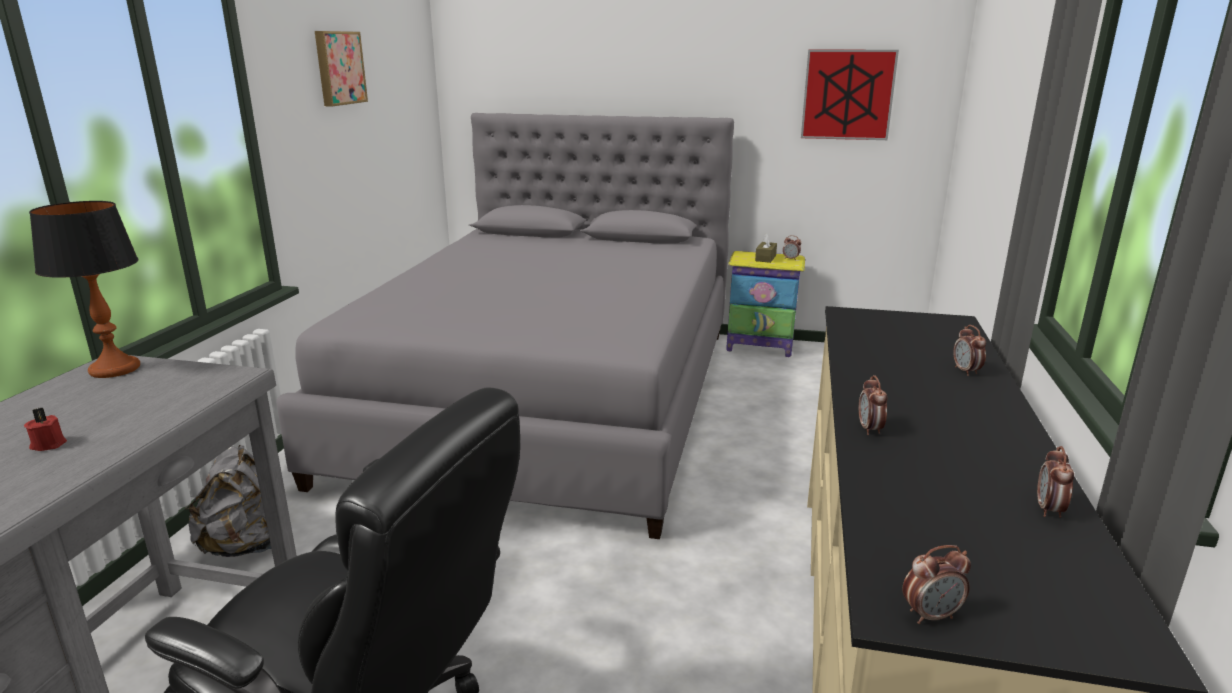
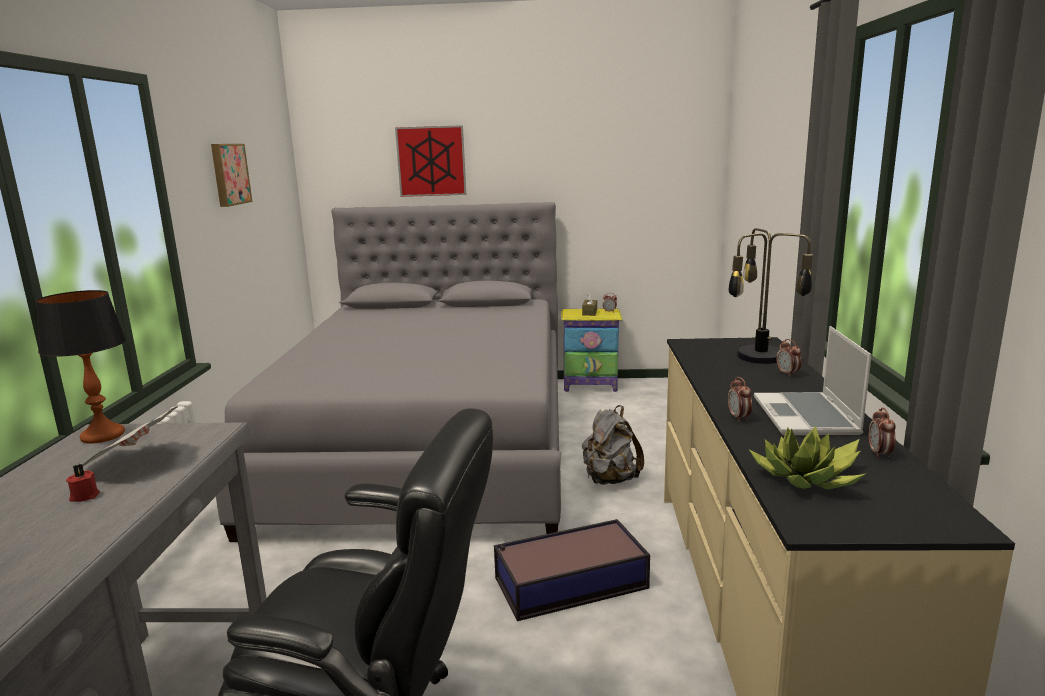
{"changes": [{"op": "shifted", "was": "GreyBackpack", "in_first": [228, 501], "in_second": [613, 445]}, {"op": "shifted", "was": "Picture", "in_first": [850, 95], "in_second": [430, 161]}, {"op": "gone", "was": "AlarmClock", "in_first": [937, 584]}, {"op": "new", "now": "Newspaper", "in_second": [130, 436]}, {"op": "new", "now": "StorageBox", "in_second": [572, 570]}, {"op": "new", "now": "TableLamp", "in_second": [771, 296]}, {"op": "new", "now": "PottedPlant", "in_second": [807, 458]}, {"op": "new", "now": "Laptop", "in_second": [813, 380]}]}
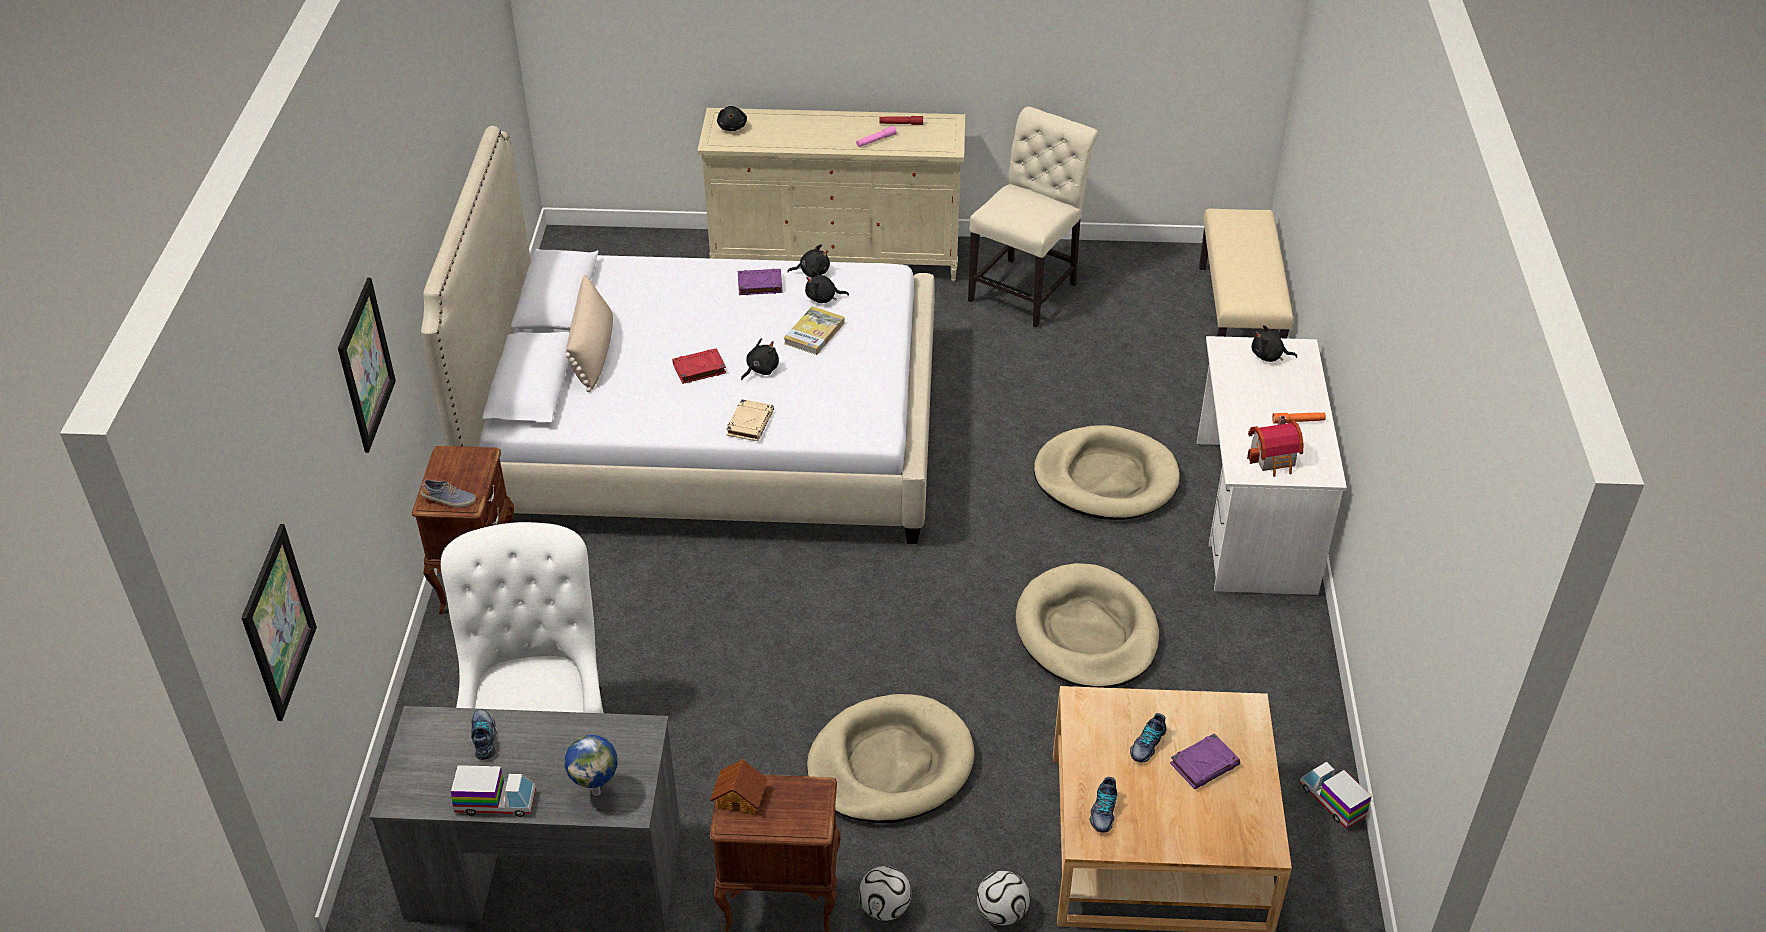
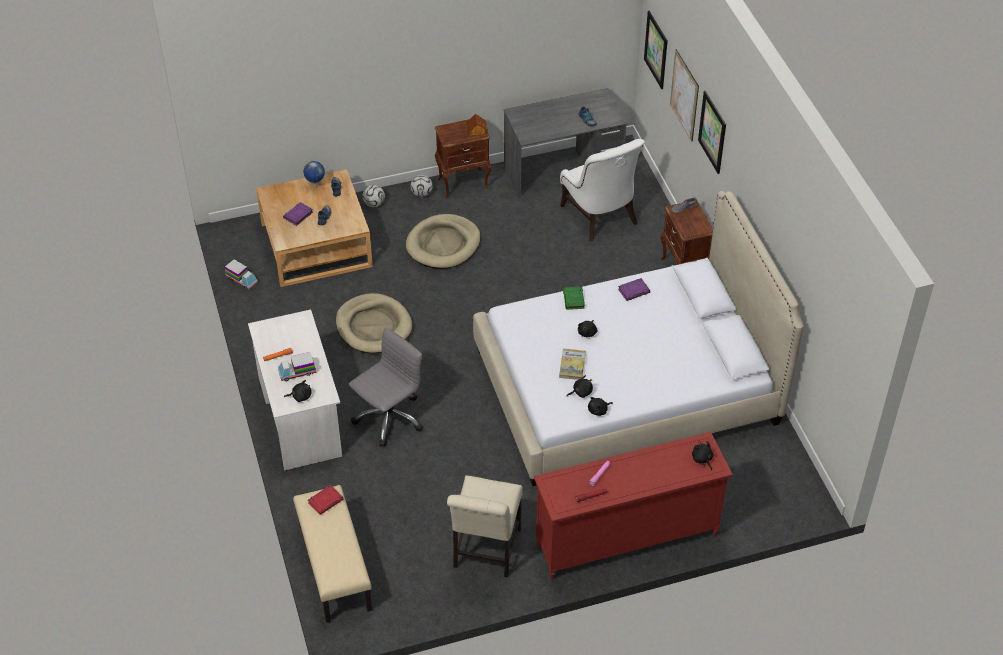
{"changes": [{"op": "shifted", "was": "ToyTruck", "in_first": [493, 791], "in_second": [297, 366]}, {"op": "gone", "was": "BeigePillow", "in_first": [589, 333]}, {"op": "shifted", "was": "Globe", "in_first": [591, 765], "in_second": [314, 174]}, {"op": "shifted", "was": "RedBook", "in_first": [699, 366], "in_second": [325, 500]}, {"op": "repainted", "was": "BeigeDresser", "now": "RedDresser", "in_first": [831, 194], "in_second": [633, 506]}, {"op": "repainted", "was": "BeigeBook", "now": "GreenBook", "in_first": [750, 420], "in_second": [574, 298]}, {"op": "shifted", "was": "PurpleBook", "in_first": [760, 282], "in_second": [634, 289]}, {"op": "swapped", "was": "BeigeDogBed", "now": "GreyOfficeChair", "in_first": [1107, 472], "in_second": [386, 387]}, {"op": "gone", "was": "ToyHouse", "in_first": [1275, 446]}, {"op": "new", "now": "Picture", "in_second": [684, 95]}]}
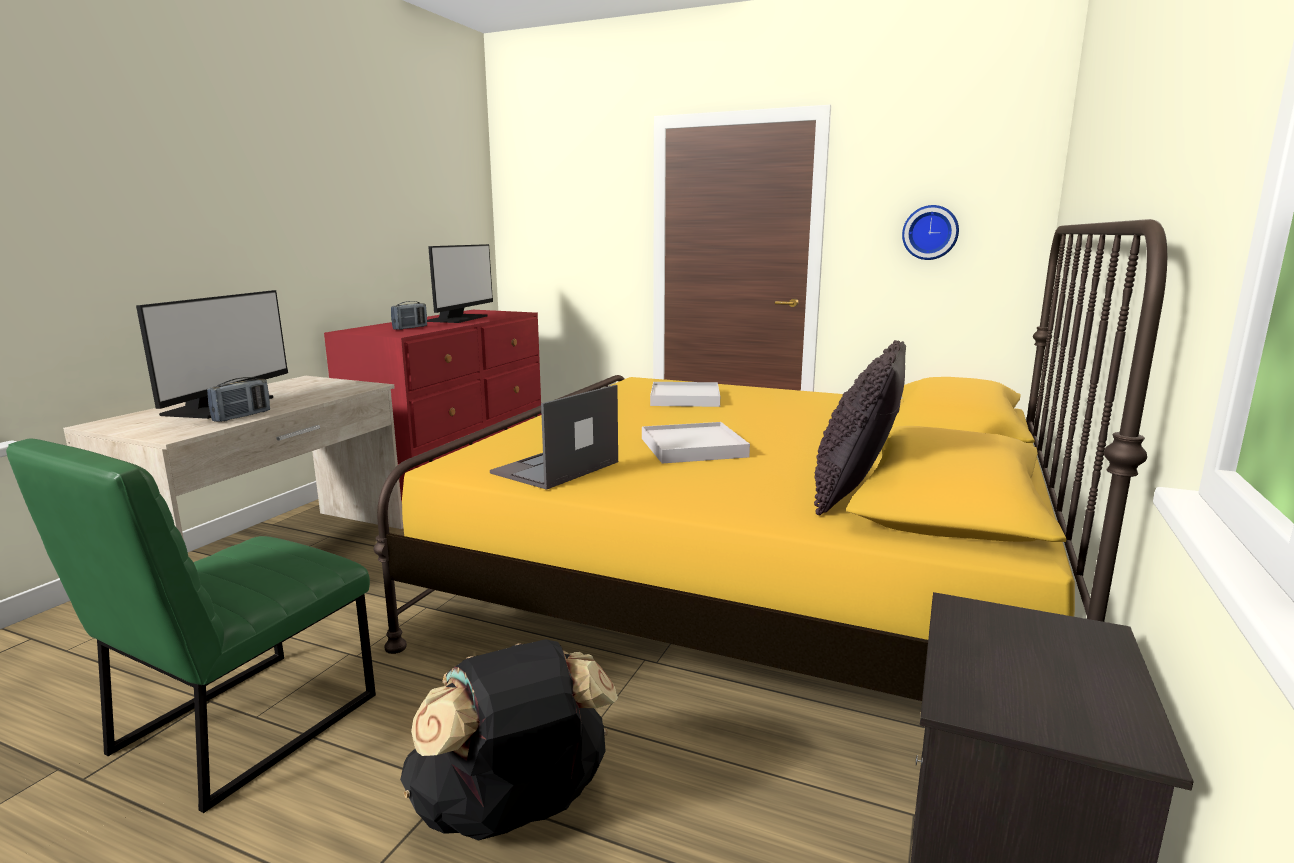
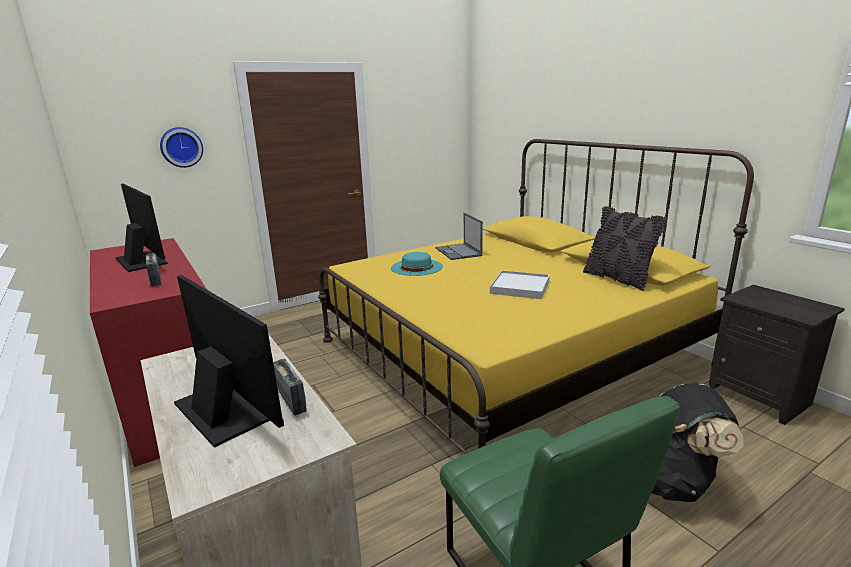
{"changes": [{"op": "shifted", "was": "Laptop", "in_first": [554, 437], "in_second": [459, 236]}, {"op": "swapped", "was": "WhiteTray", "now": "TurquoiseHat", "in_first": [685, 394], "in_second": [417, 264]}, {"op": "shifted", "was": "WallClock", "in_first": [930, 232], "in_second": [181, 147]}]}
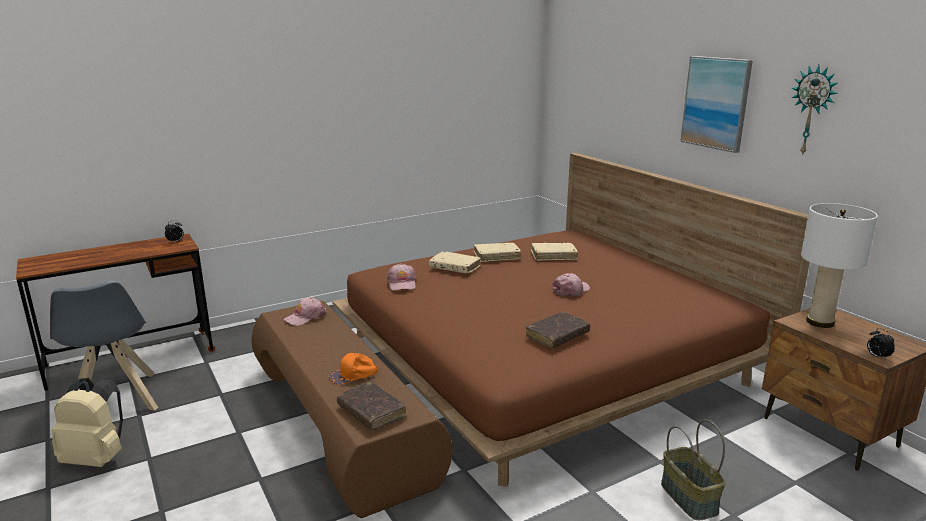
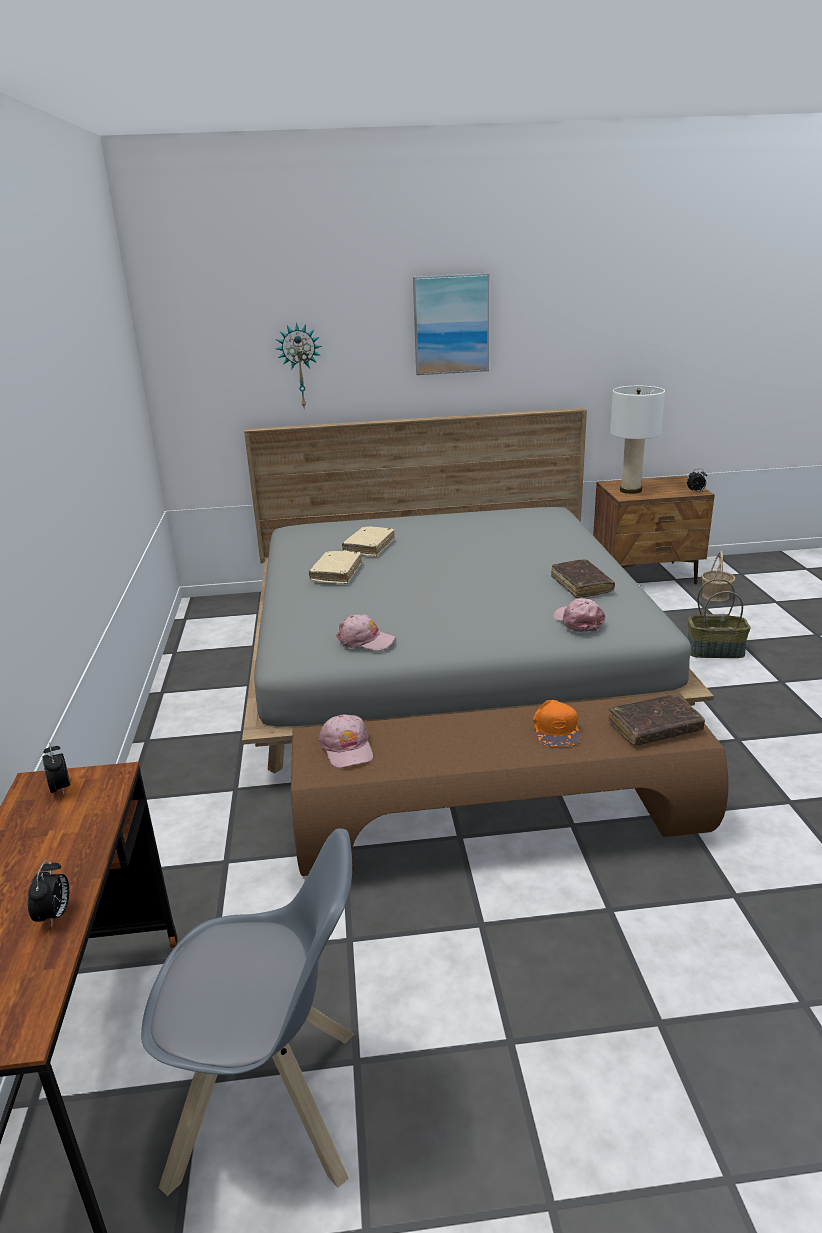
{"changes": [{"op": "gone", "was": "BeigeBackpack", "in_first": [87, 422]}, {"op": "repainted", "was": "BrownBed", "now": "GreyBed", "in_first": [571, 320], "in_second": [478, 590]}, {"op": "gone", "was": "BeigeBook", "in_first": [455, 262]}, {"op": "shifted", "was": "PinkCap", "in_first": [571, 284], "in_second": [579, 615]}, {"op": "shifted", "was": "WallClock", "in_first": [814, 110], "in_second": [299, 365]}, {"op": "new", "now": "AlarmClock", "in_second": [48, 894]}, {"op": "new", "now": "Basket", "in_second": [718, 576]}]}
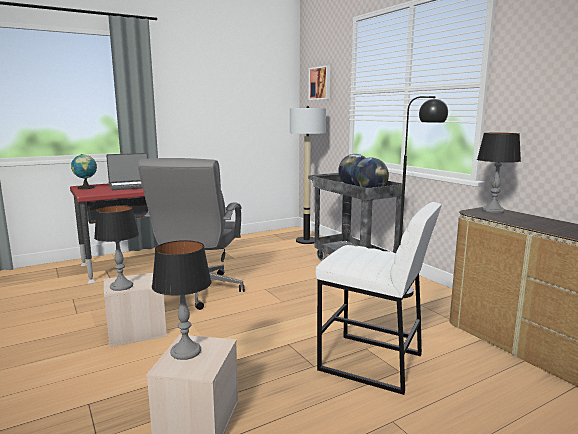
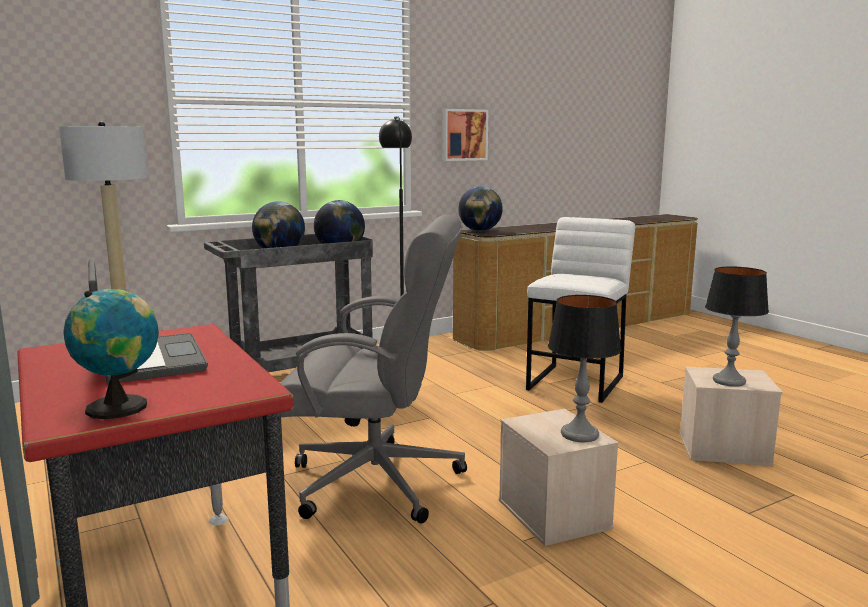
{"changes": [{"op": "shifted", "was": "Picture", "in_first": [319, 82], "in_second": [465, 135]}, {"op": "swapped", "was": "TableLamp", "now": "Globe", "in_first": [499, 173], "in_second": [480, 208]}]}
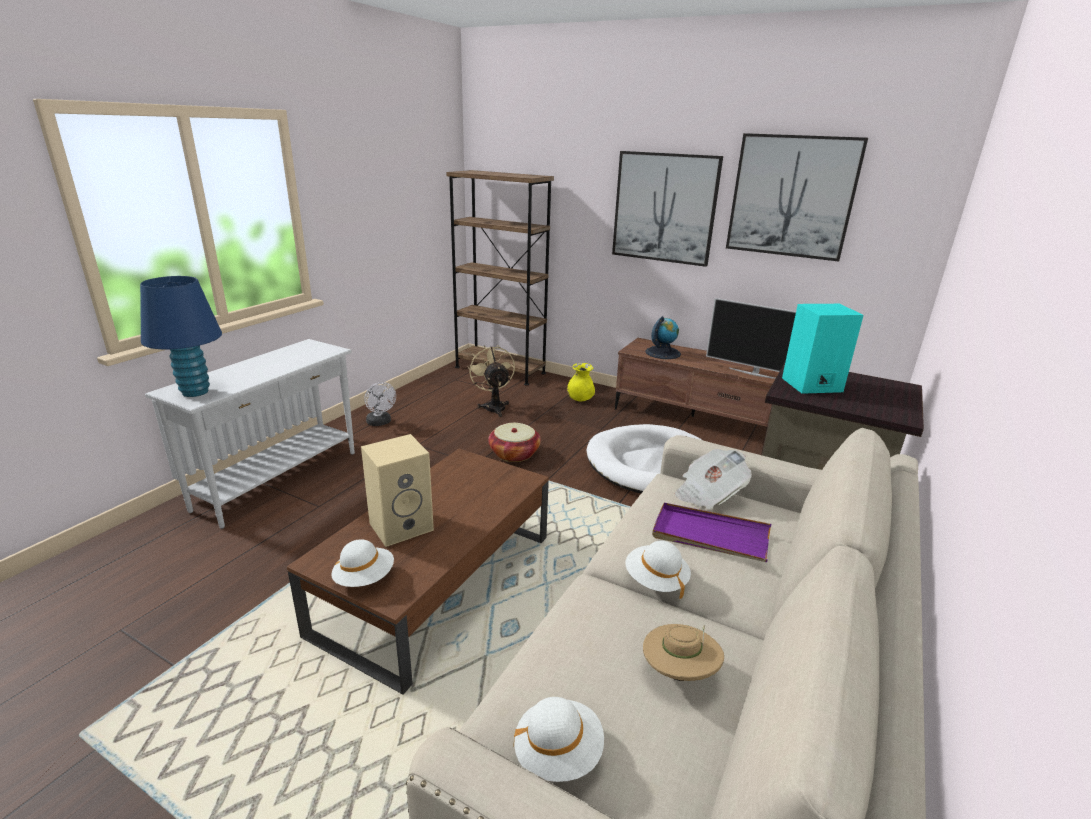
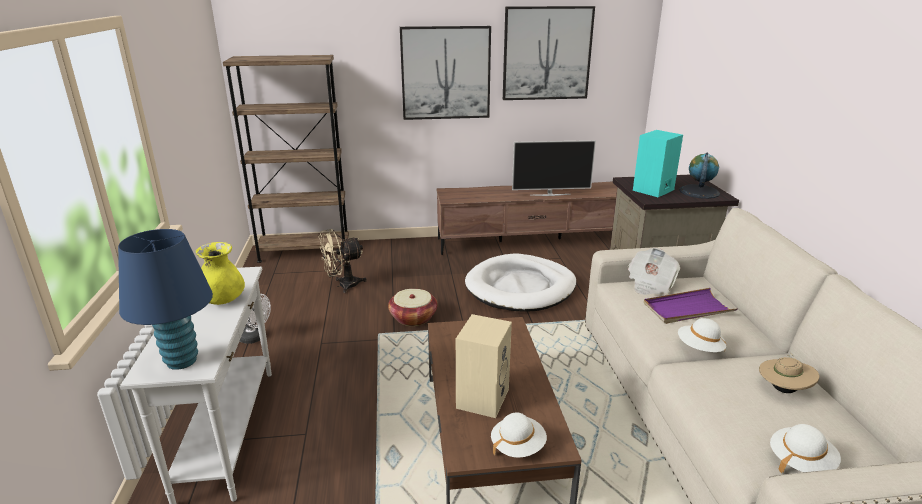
{"changes": [{"op": "rotated", "was": "BeigeFan", "in_first": [491, 381], "in_second": [343, 261], "clockwise": -60}, {"op": "shifted", "was": "YellowVase", "in_first": [581, 382], "in_second": [220, 273]}, {"op": "shifted", "was": "Globe", "in_first": [663, 337], "in_second": [699, 175]}]}
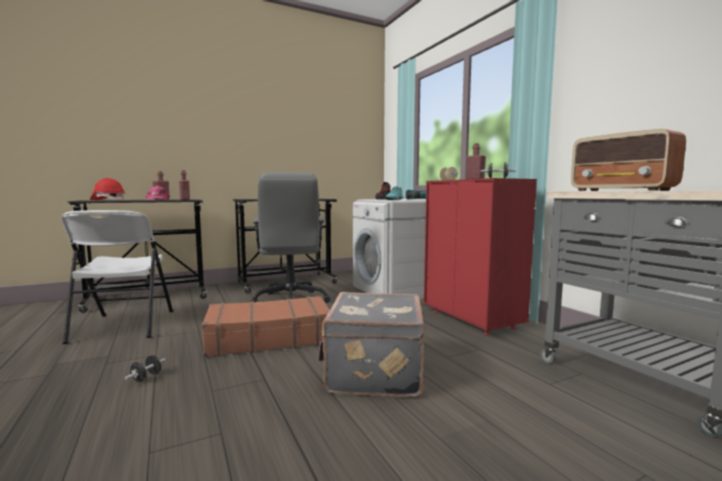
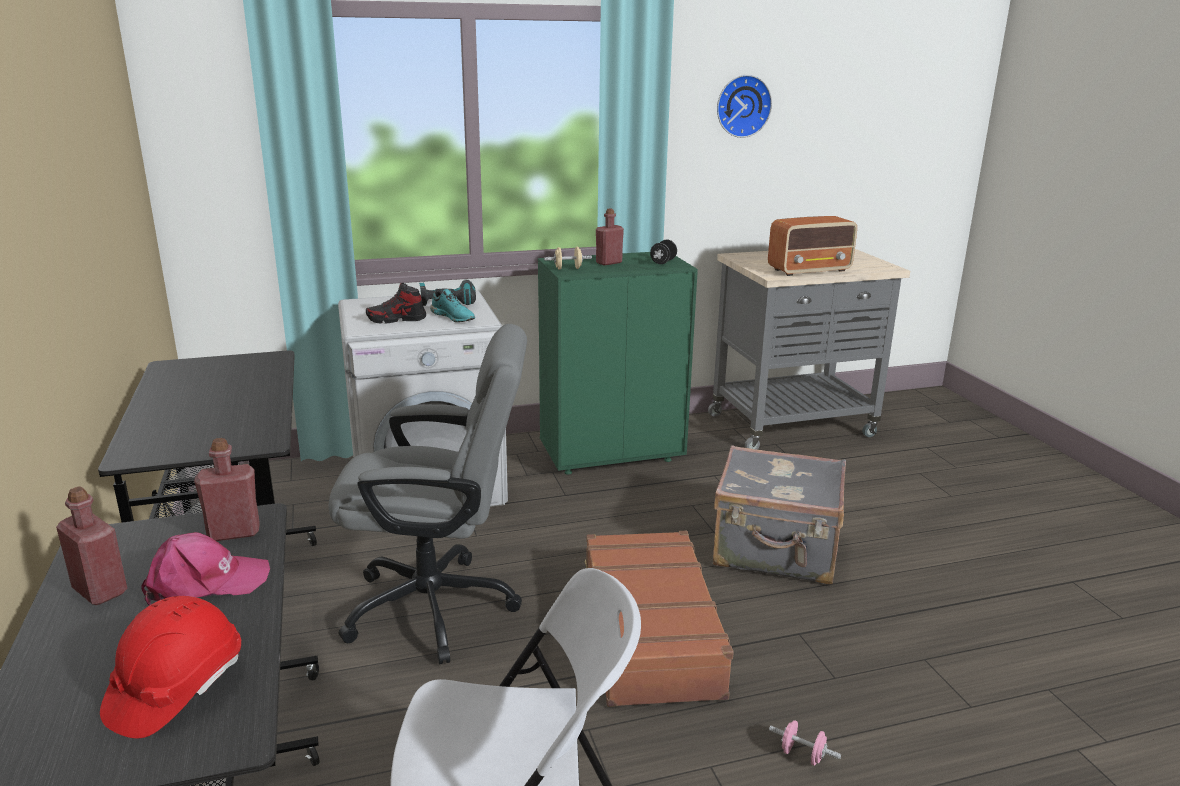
{"changes": [{"op": "repainted", "was": "BlackDumbbell", "now": "PinkDumbbell", "in_first": [145, 368], "in_second": [805, 743]}, {"op": "repainted", "was": "RedCabinet", "now": "GreenCabinet", "in_first": [480, 256], "in_second": [618, 363]}, {"op": "new", "now": "WallClock", "in_second": [744, 106]}]}
